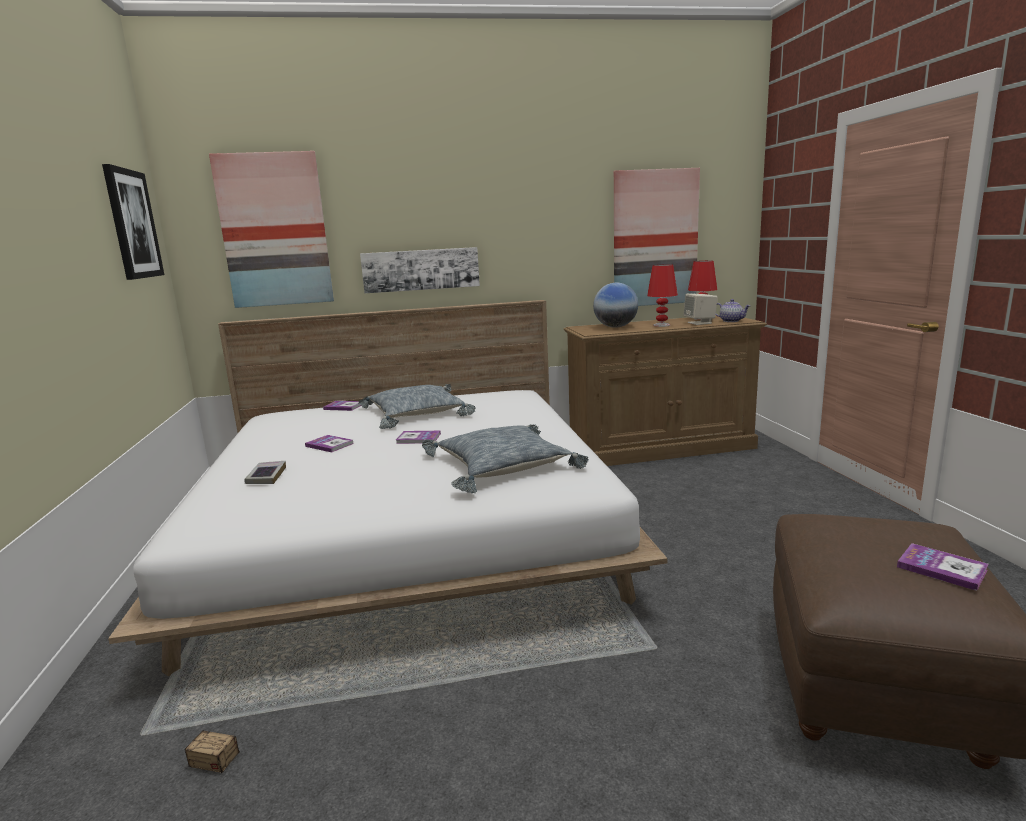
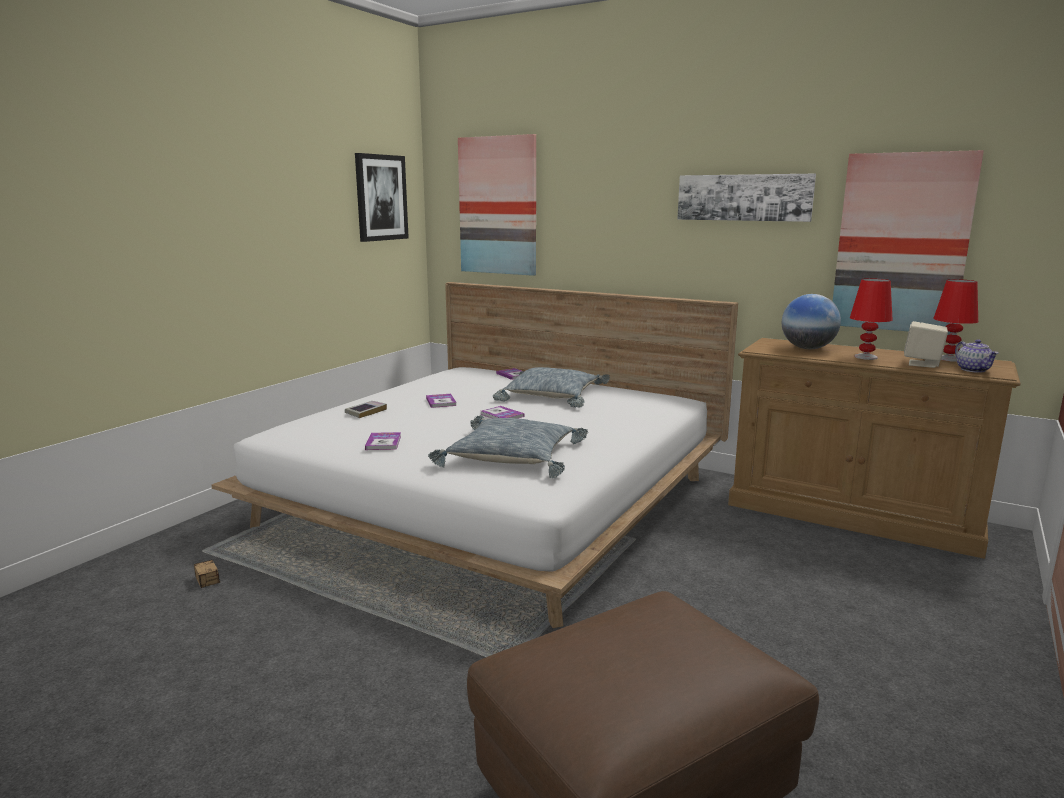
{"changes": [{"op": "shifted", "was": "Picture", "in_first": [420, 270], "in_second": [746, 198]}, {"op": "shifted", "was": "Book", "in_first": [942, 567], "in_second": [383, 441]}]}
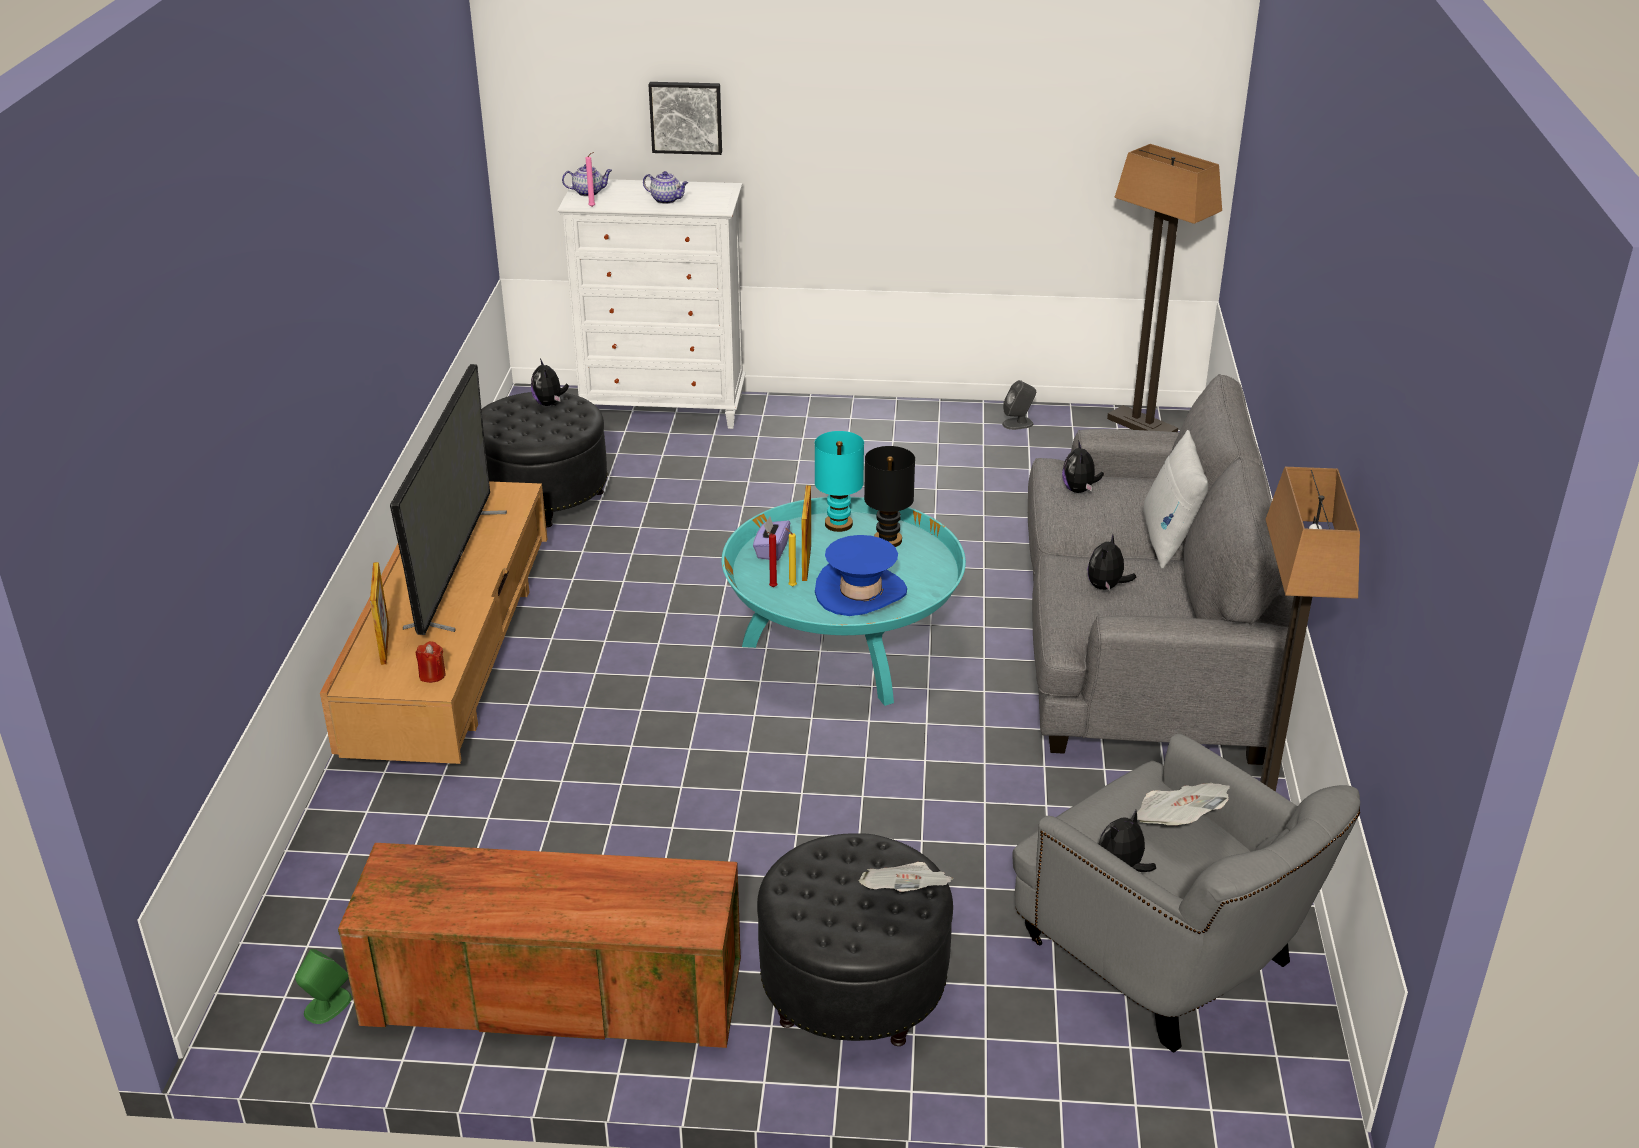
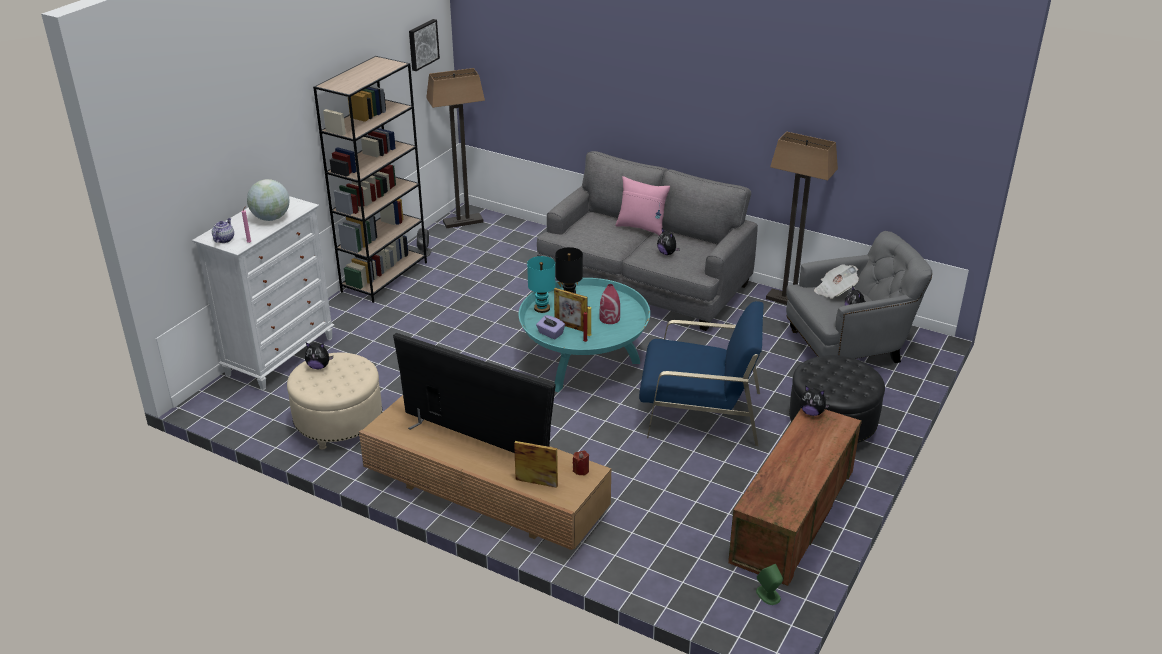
{"changes": [{"op": "repainted", "was": "BlackOttoman", "now": "BeigeOttoman", "in_first": [544, 459], "in_second": [334, 401]}, {"op": "swapped", "was": "Teapot", "now": "Globe", "in_first": [665, 187], "in_second": [268, 200]}, {"op": "shifted", "was": "Picture", "in_first": [685, 118], "in_second": [424, 45]}, {"op": "swapped", "was": "BlueHat", "now": "RedVase", "in_first": [861, 575], "in_second": [610, 304]}, {"op": "gone", "was": "Newspaper", "in_first": [906, 877]}, {"op": "shifted", "was": "PlushToy", "in_first": [1083, 466], "in_second": [815, 401]}, {"op": "repainted", "was": "GreyPillow", "now": "PinkPillow", "in_first": [1175, 499], "in_second": [642, 206]}, {"op": "new", "now": "BeigeBookcase", "in_second": [370, 179]}, {"op": "new", "now": "BlueArmchair", "in_second": [701, 373]}]}
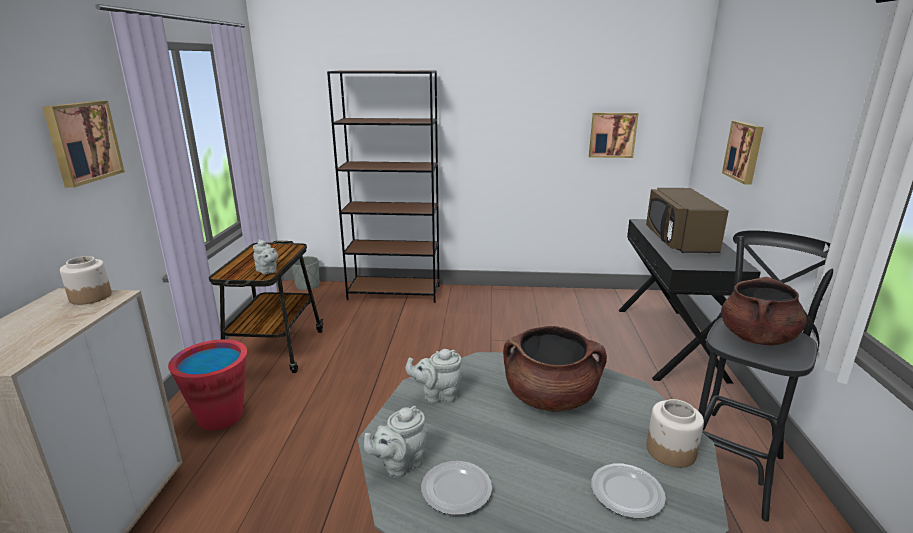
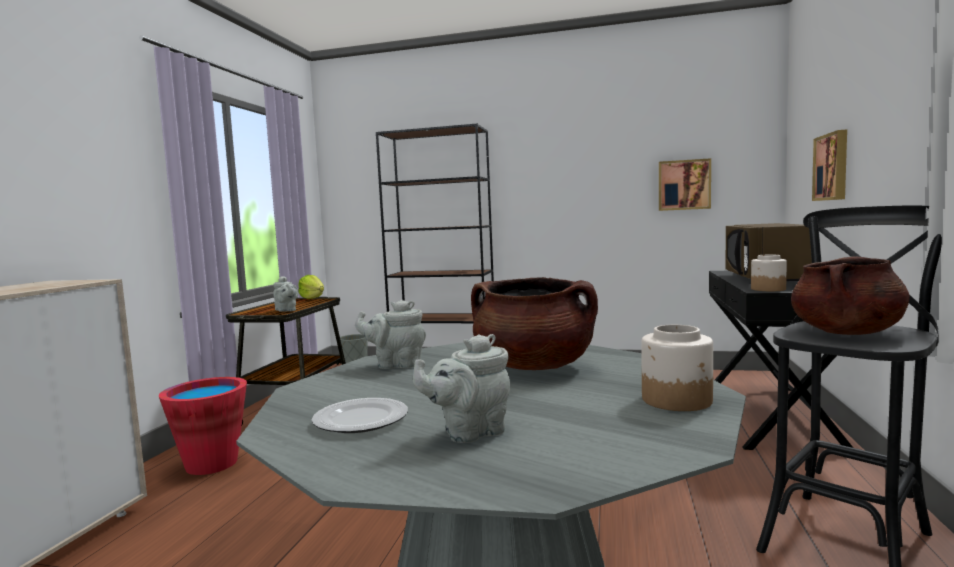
{"changes": [{"op": "gone", "was": "Picture", "in_first": [84, 144]}, {"op": "shifted", "was": "Jar", "in_first": [86, 280], "in_second": [769, 273]}, {"op": "shifted", "was": "GreyTeapot", "in_first": [395, 442], "in_second": [461, 388]}, {"op": "gone", "was": "Plate", "in_first": [628, 491]}, {"op": "new", "now": "Lettuce", "in_second": [311, 287]}]}
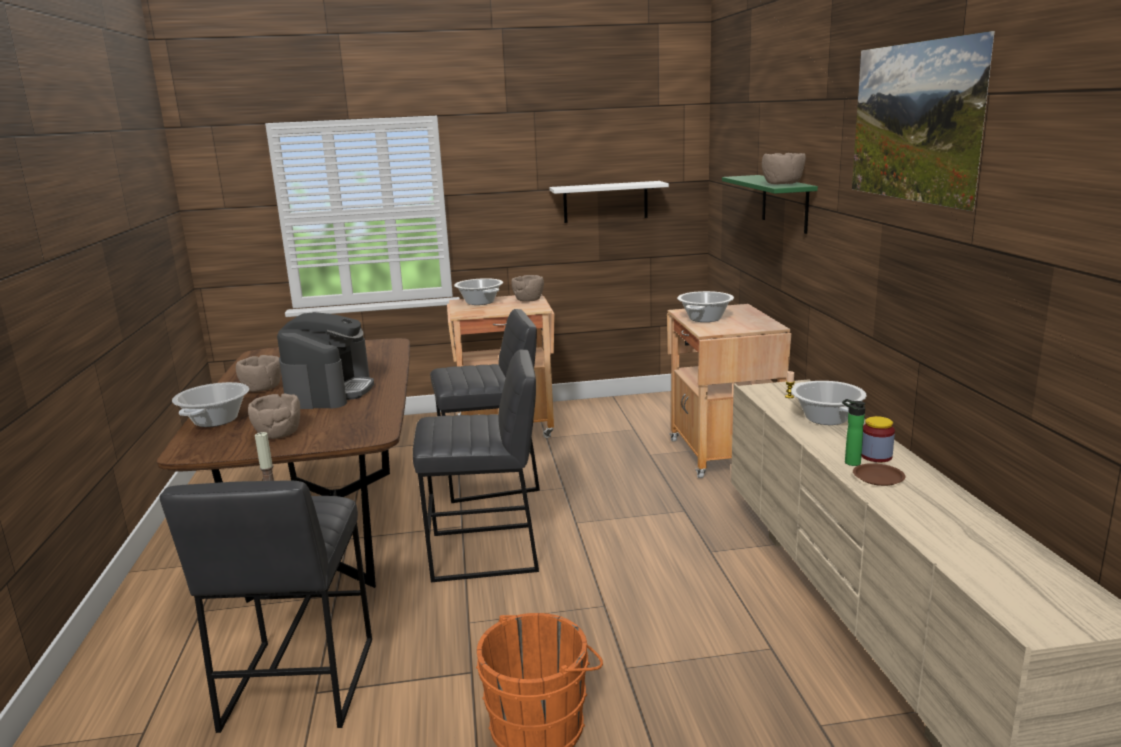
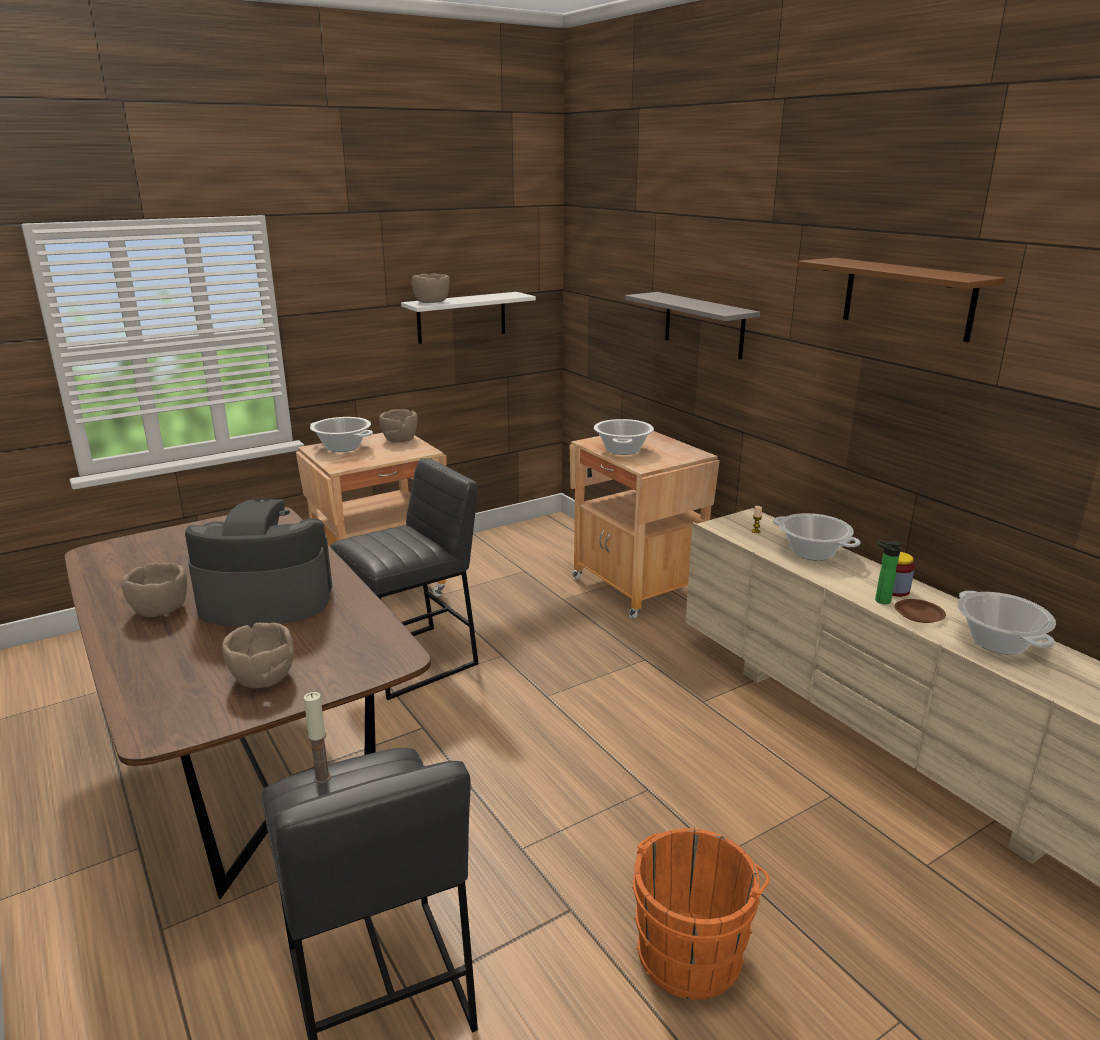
{"changes": [{"op": "shifted", "was": "CookingPot", "in_first": [210, 404], "in_second": [1006, 622]}, {"op": "rotated", "was": "CoffeeMachine", "in_first": [325, 360], "in_second": [258, 562], "clockwise": -75}, {"op": "gone", "was": "GreyStool", "in_first": [476, 465]}, {"op": "repainted", "was": "GreenShelf", "now": "GreyShelf", "in_first": [770, 204], "in_second": [692, 326]}, {"op": "shifted", "was": "BrownBowl", "in_first": [784, 168], "in_second": [430, 288]}, {"op": "swapped", "was": "Picture", "now": "BrownShelf", "in_first": [923, 121], "in_second": [902, 300]}]}
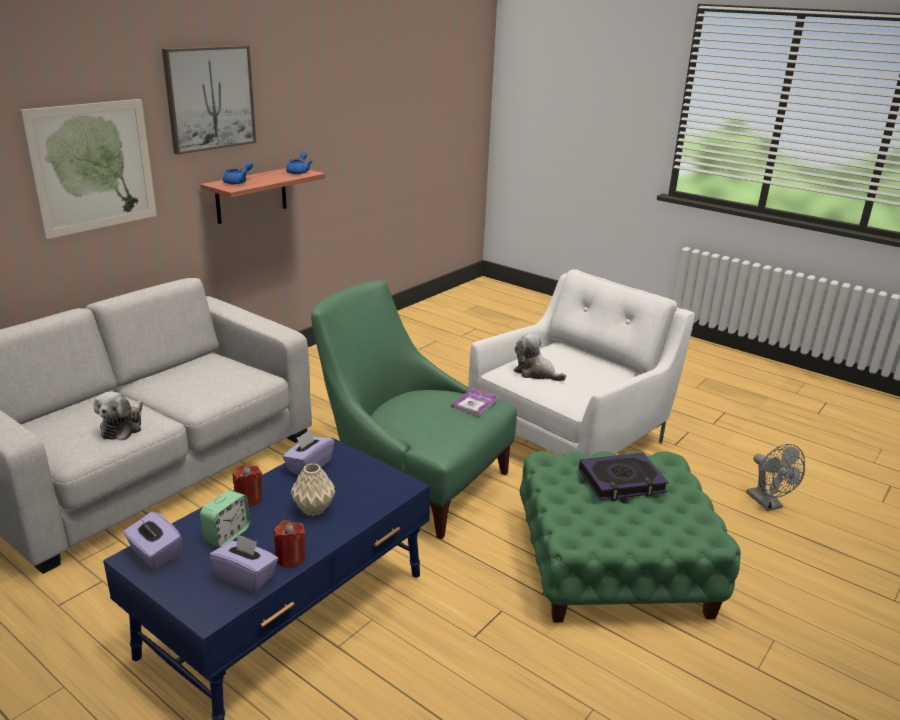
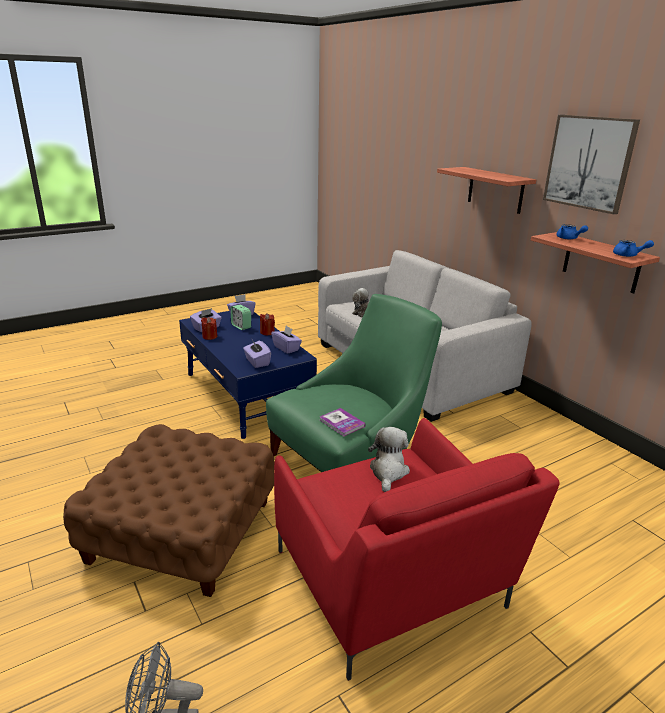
{"changes": [{"op": "swapped", "was": "Picture", "now": "Shelf", "in_first": [88, 169], "in_second": [486, 190]}, {"op": "gone", "was": "BeigeVase", "in_first": [312, 489]}, {"op": "repainted", "was": "WhiteArmchair", "now": "RedArmchair", "in_first": [581, 362], "in_second": [417, 549]}, {"op": "rotated", "was": "PlushToy", "in_first": [540, 357], "in_second": [389, 459], "clockwise": -45}, {"op": "repainted", "was": "GreenOttoman", "now": "BrownOttoman", "in_first": [630, 537], "in_second": [169, 510]}, {"op": "gone", "was": "Book", "in_first": [624, 477]}, {"op": "new", "now": "PurpleTissueBox", "in_second": [257, 354]}]}
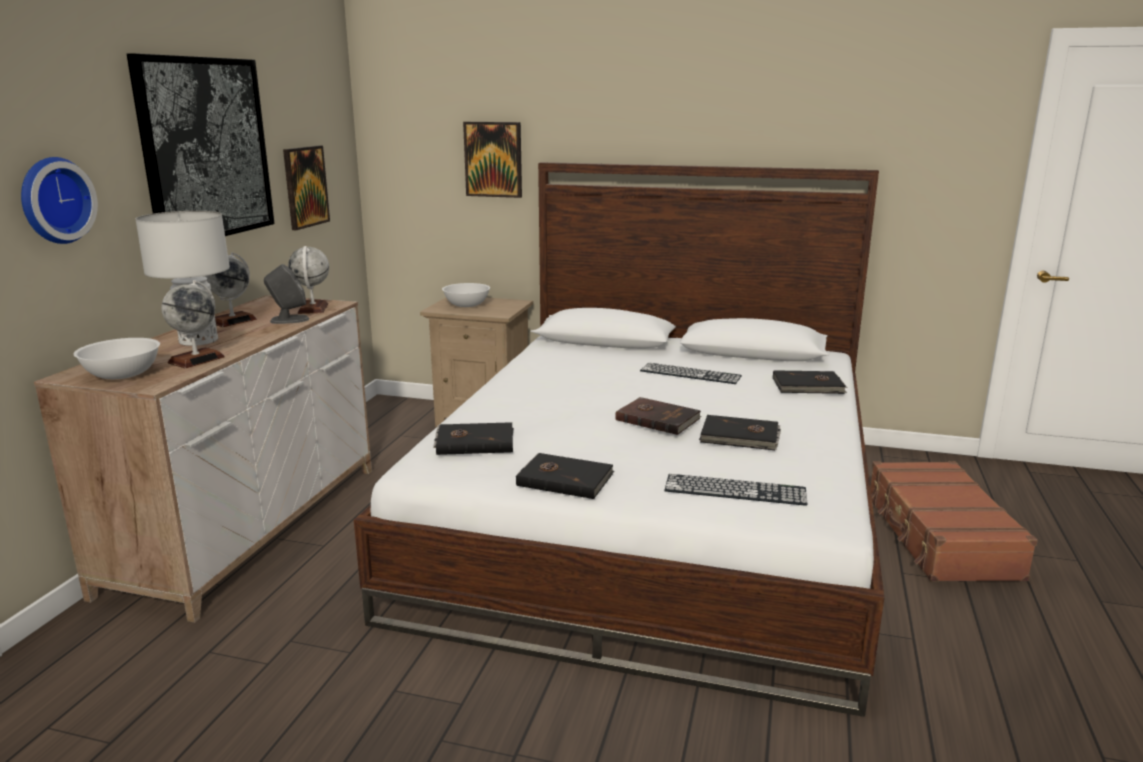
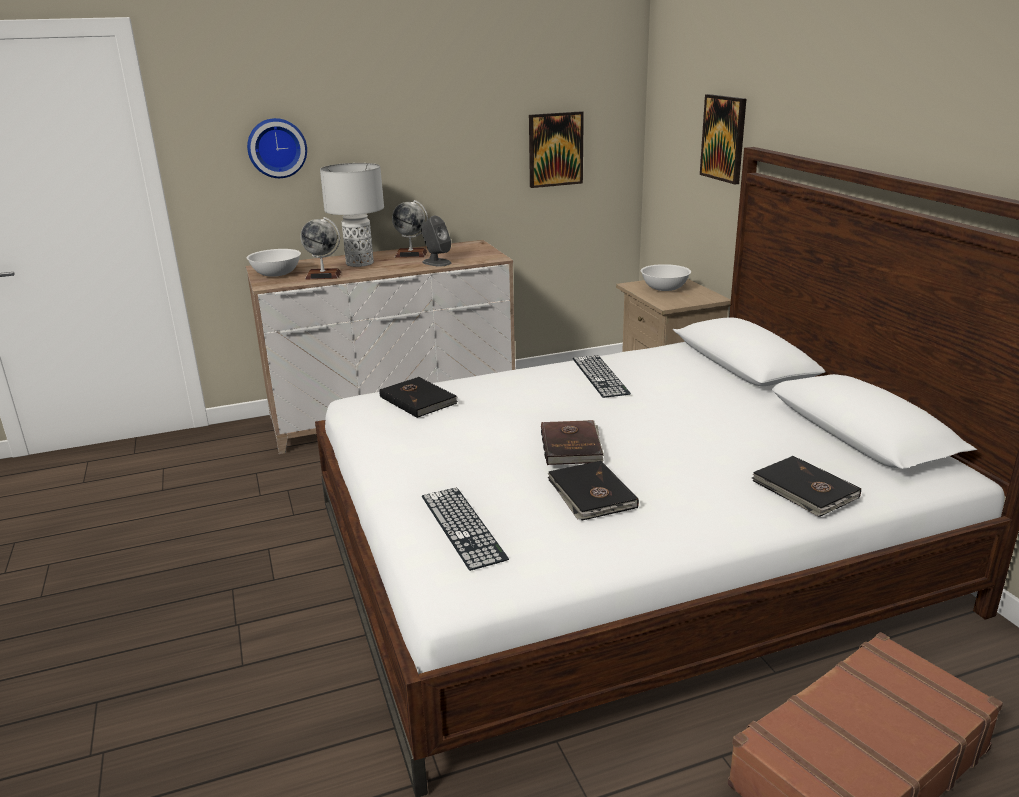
{"changes": [{"op": "gone", "was": "Picture", "in_first": [200, 144]}, {"op": "gone", "was": "Globe", "in_first": [308, 280]}, {"op": "gone", "was": "BlackBook", "in_first": [565, 476]}, {"op": "shifted", "was": "Keyboard", "in_first": [691, 373], "in_second": [602, 376]}]}
